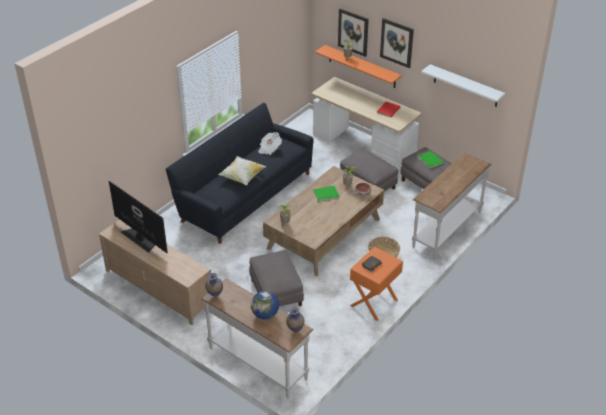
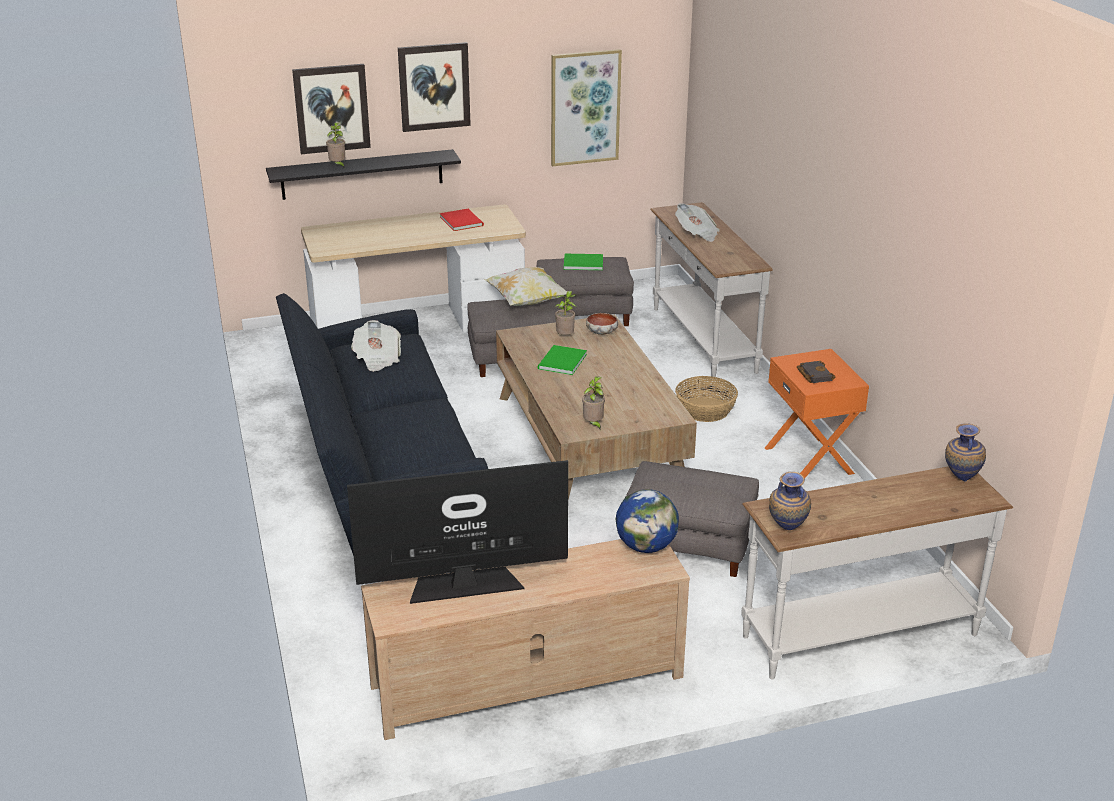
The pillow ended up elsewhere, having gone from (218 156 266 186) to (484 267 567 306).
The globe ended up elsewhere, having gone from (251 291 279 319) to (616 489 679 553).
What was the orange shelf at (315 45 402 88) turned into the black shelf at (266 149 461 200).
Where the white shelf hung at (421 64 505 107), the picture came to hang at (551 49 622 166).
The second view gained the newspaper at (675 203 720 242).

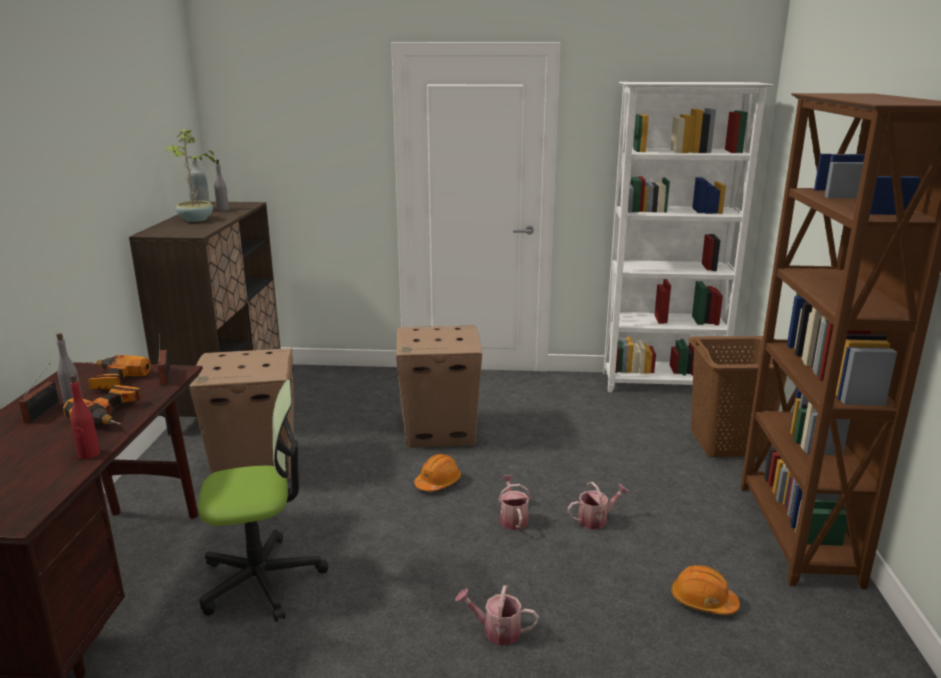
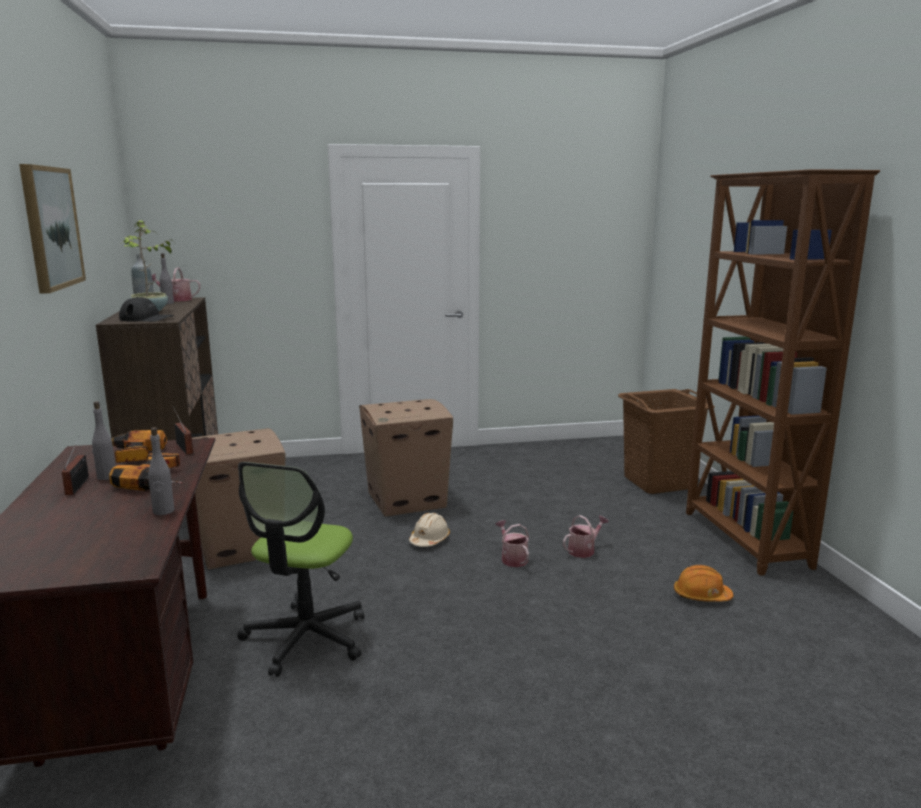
What was the red bottle at (70 374 100 459) turned into the grey bottle at (148 427 174 515).
The office chair at (198 380 328 622) ended up facing another way, 135 degrees clockwise from before.
What was the orange hard hat at (414 454 461 491) turned into the beige hard hat at (409 513 450 547).
The watering can ended up elsewhere, having gone from (455 585 539 645) to (152 268 201 302).
The second view lost the white bookcase at (603 82 773 392).
The second view gained the picture at (19 164 86 294).
The second view gained the black cap at (119 297 174 322).

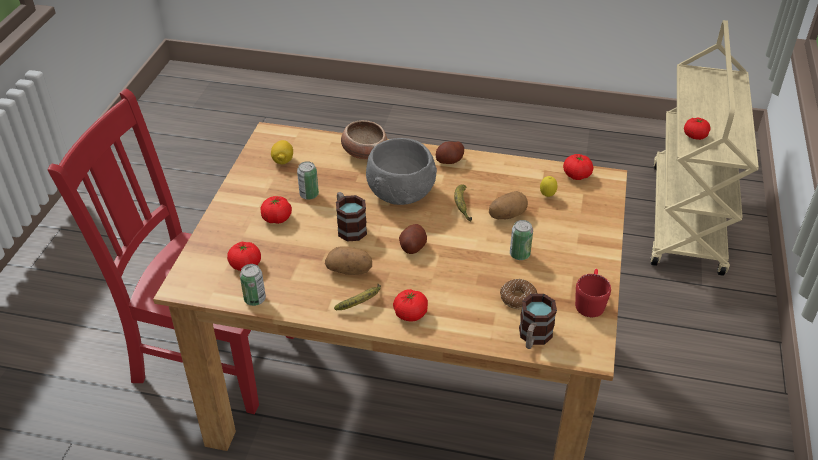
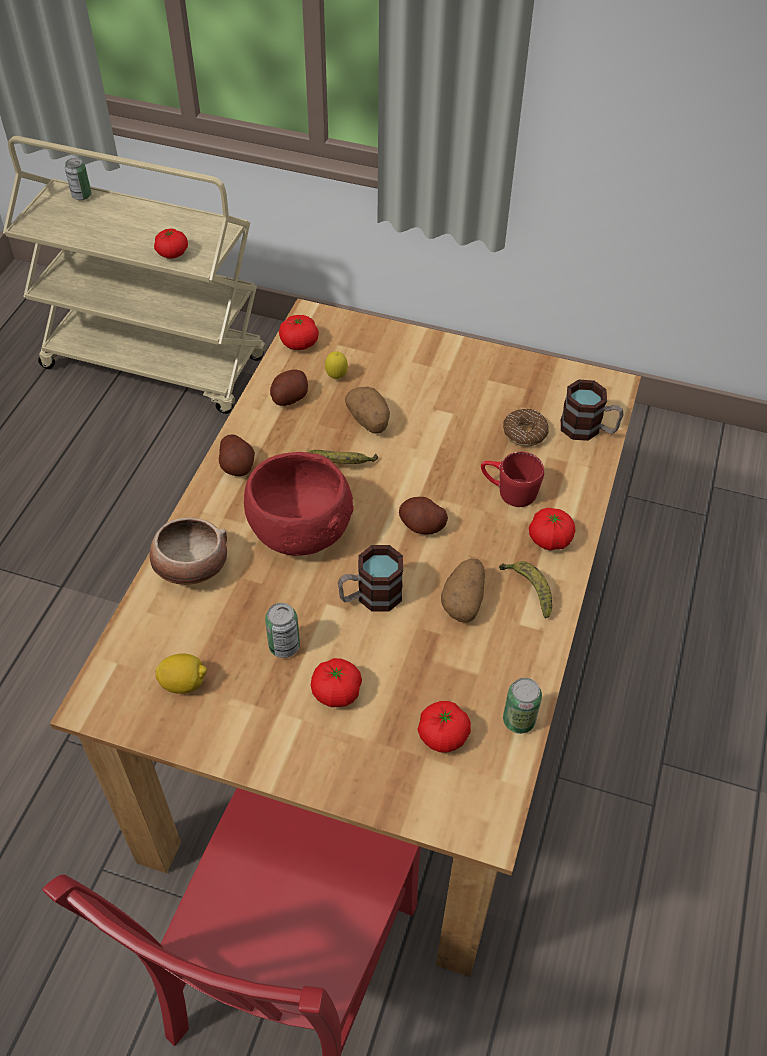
What was the grey bowl at (366 138 437 205) turned into the red bowl at (244 452 354 556).
The can ended up elsewhere, having gone from (510 220 533 260) to (65 158 92 200).
The red mug ended up elsewhere, having gone from (575 269 611 317) to (481 452 544 507).
The second view gained the potato at (270 369 308 406).

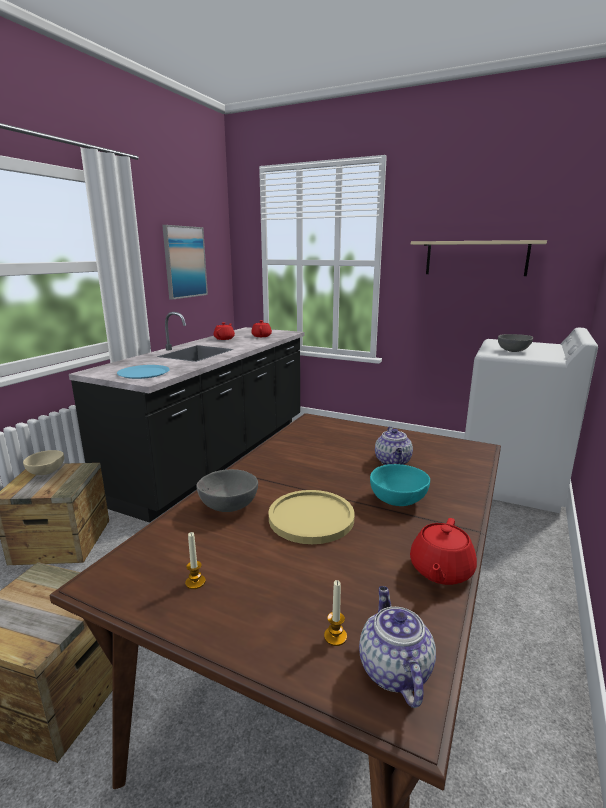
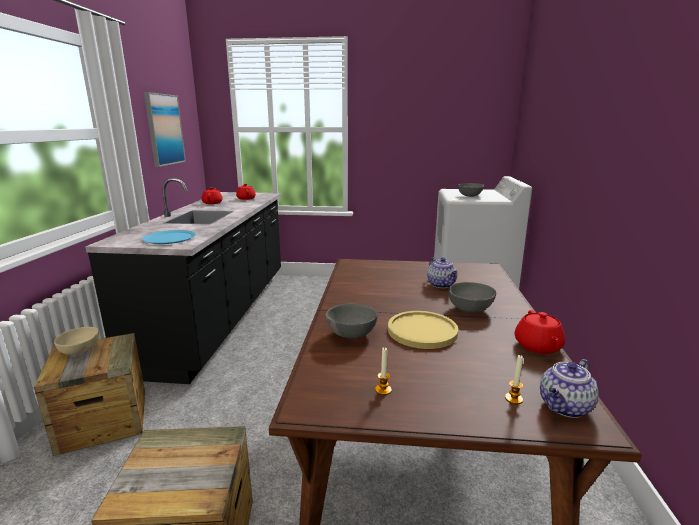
The teapot at (359 586 436 708) ended up facing another way, 105 degrees counterclockwise from before.
What was the turquoise bowl at (370 464 430 506) turned into the grey bowl at (448 282 496 312).
The second view lost the beige shelf at (411 240 547 276).

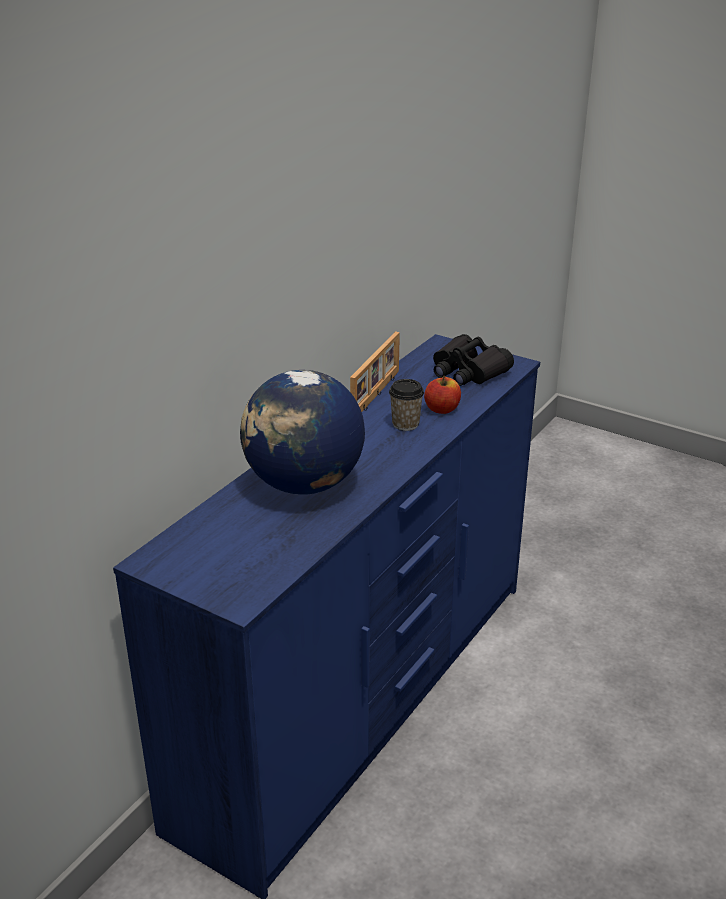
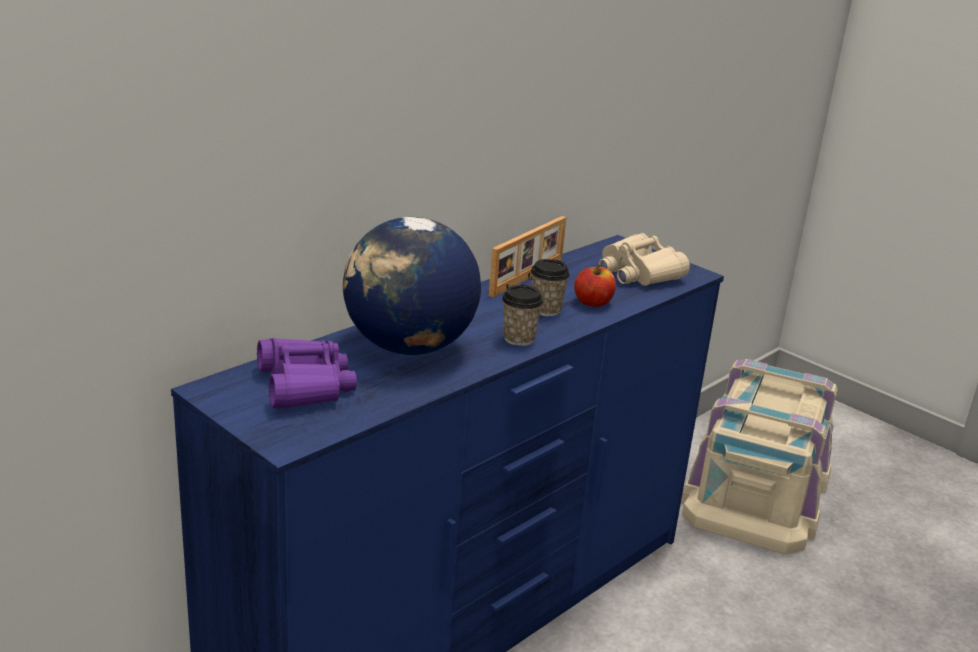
What was the black binoculars at (433 334 514 386) turned into the beige binoculars at (599 233 690 286).
The second view gained the purple binoculars at (257 338 357 409).
The second view gained the cup at (502 285 543 346).
The second view gained the beige storage box at (681 359 837 554).

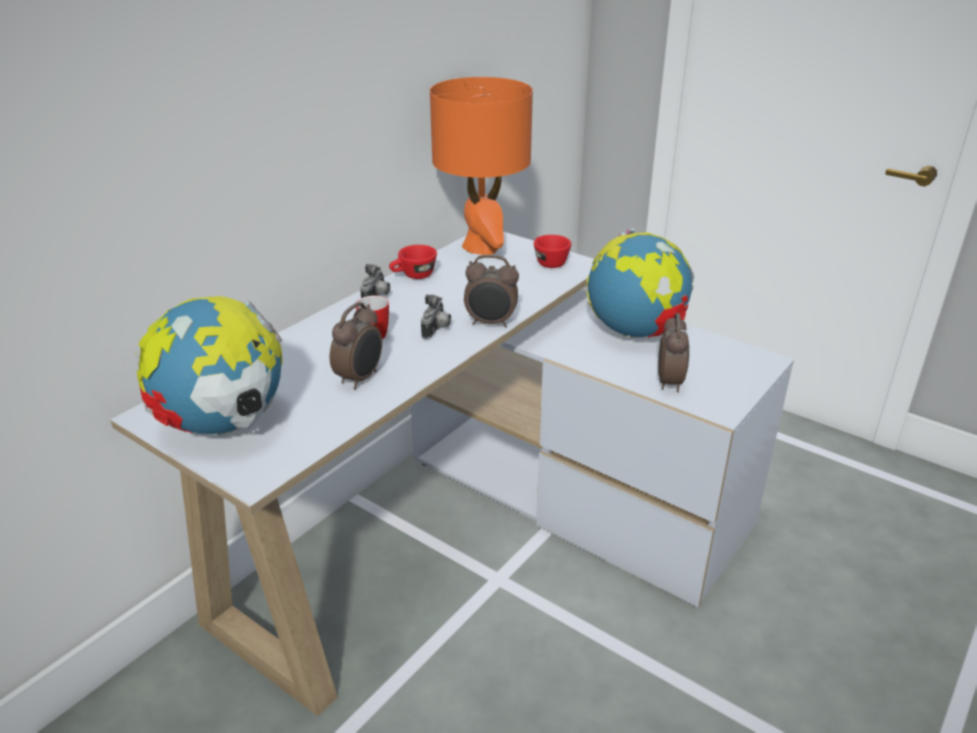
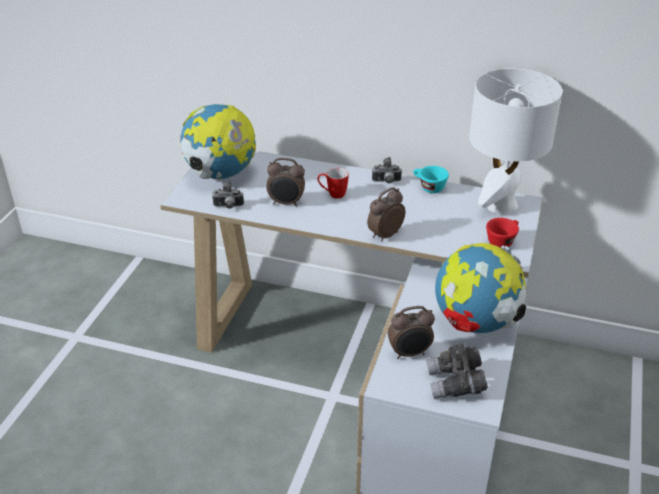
What was the red cup at (389 245 437 279) turned into the turquoise cup at (413 166 449 193).
The photo camera ended up elsewhere, having gone from (421 294 451 339) to (212 181 244 209).
What was the orange table lamp at (430 77 533 255) turned into the white table lamp at (469 68 562 213).
The alarm clock at (464 255 519 327) ended up facing another way, 60 degrees clockwise from before.
The second view gained the grey binoculars at (426 344 488 399).

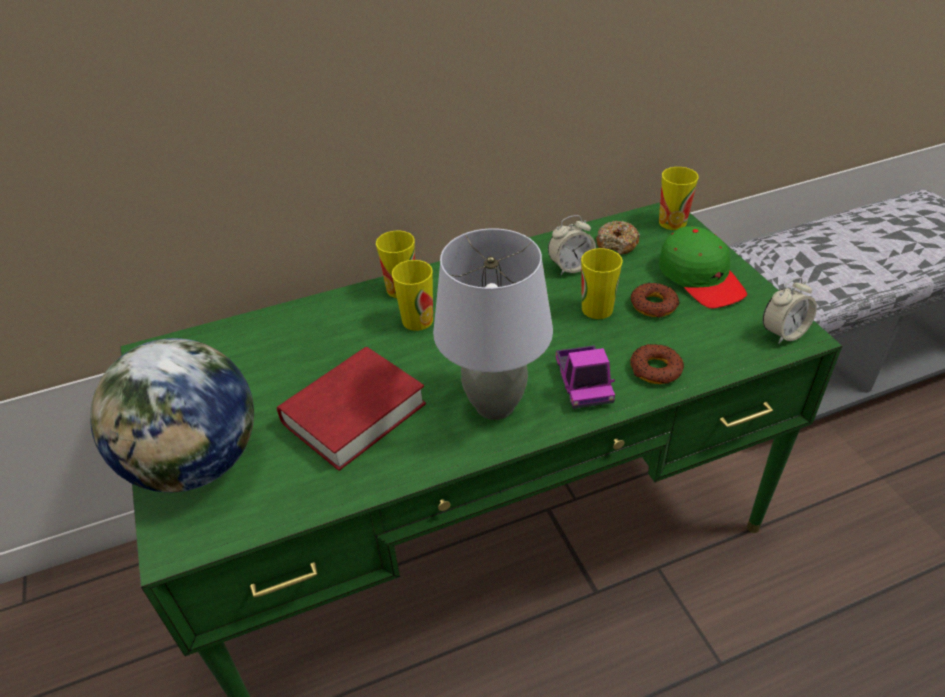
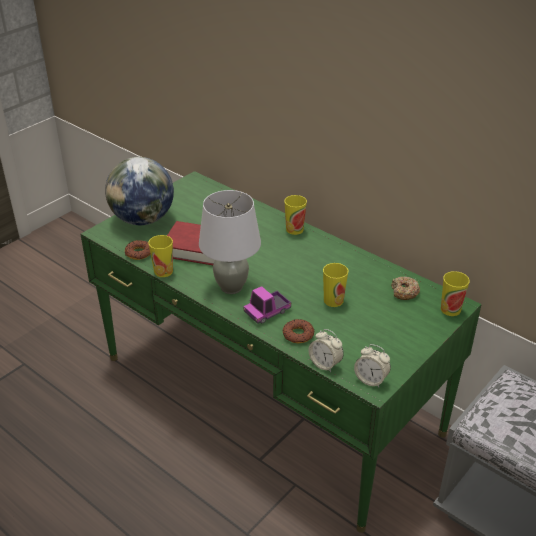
The cup ended up elsewhere, having gone from (392 260 433 331) to (148 235 173 277).
The alarm clock ended up elsewhere, having gone from (548 215 596 275) to (308 329 344 372).
The donut ended up elsewhere, having gone from (631 283 679 318) to (125 240 151 260).
The second view lost the green cap at (659 226 747 308).

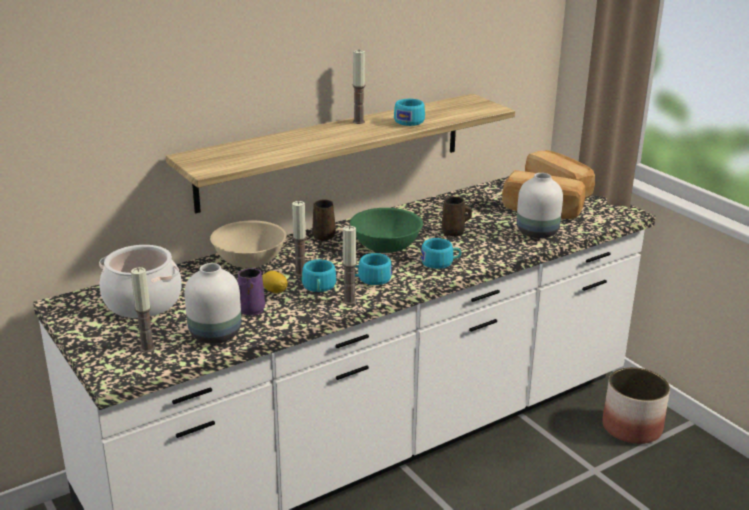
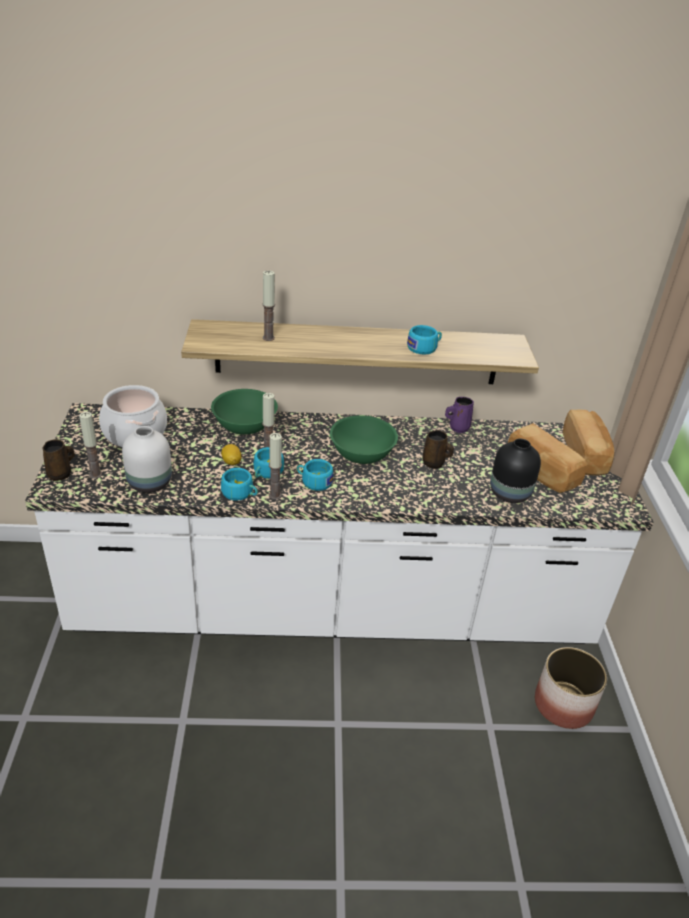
What was the beige bowl at (210 221 286 268) turned into the green bowl at (211 389 278 435).
The purple mug ended up elsewhere, having gone from (237 268 265 316) to (445 397 474 433).
The brown mug ended up elsewhere, having gone from (312 199 336 241) to (42 439 75 481).
The candle ended up elsewhere, having gone from (352 50 365 124) to (262 270 275 341).
The turquoise cup ended up elsewhere, having gone from (421 238 462 269) to (221 468 258 501).
What was the white vase at (517 173 563 238) turned into the black vase at (490 439 541 503).

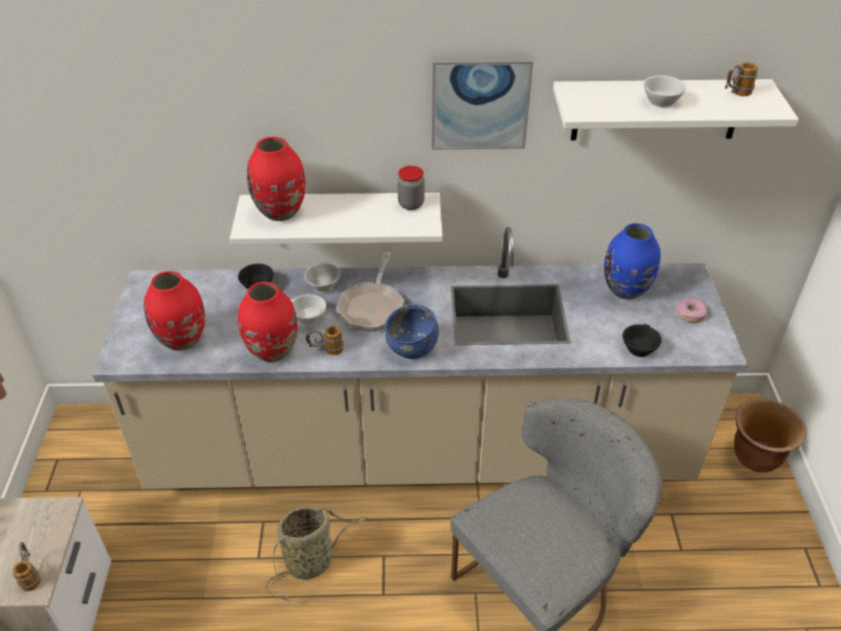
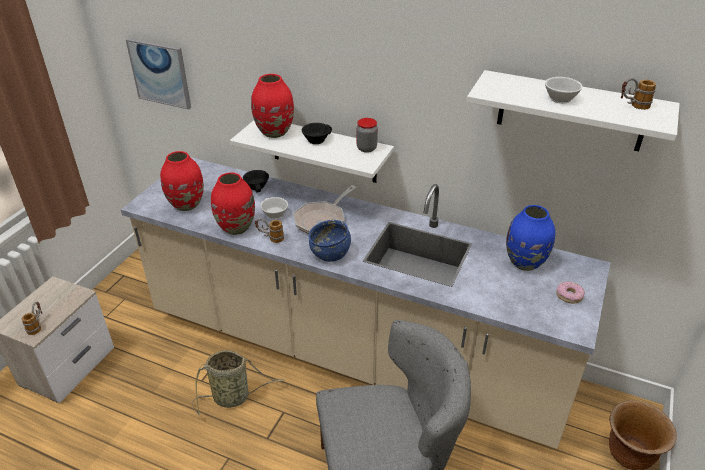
The second view lost the white cup at (305 262 340 293).
The picture ended up elsewhere, having gone from (432 59 533 149) to (126 38 191 109).
The black cup ended up elsewhere, having gone from (623 324 662 357) to (302 123 332 144).

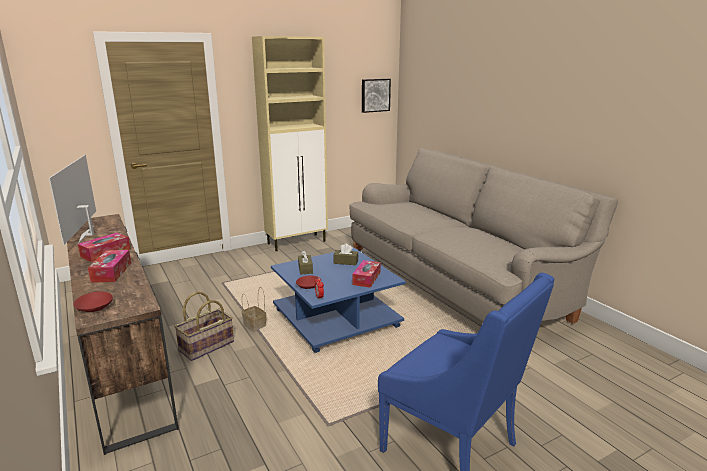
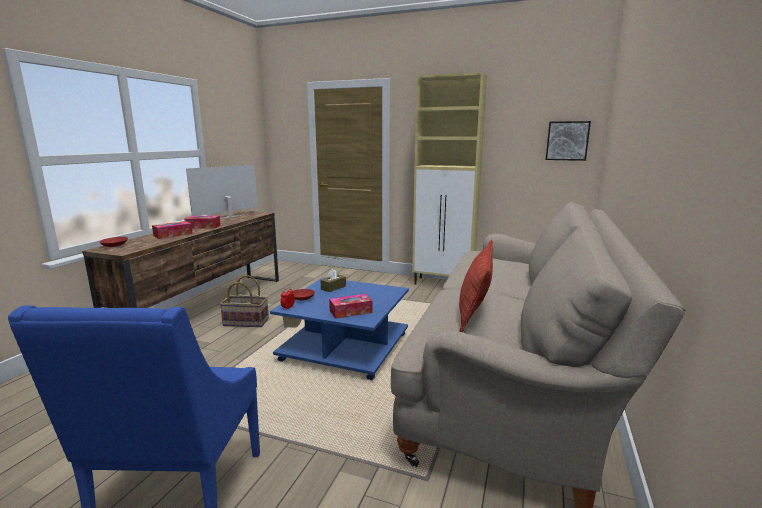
The second view lost the brown tissue box at (333 244 358 265).
The second view gained the pillow at (459 240 493 332).

